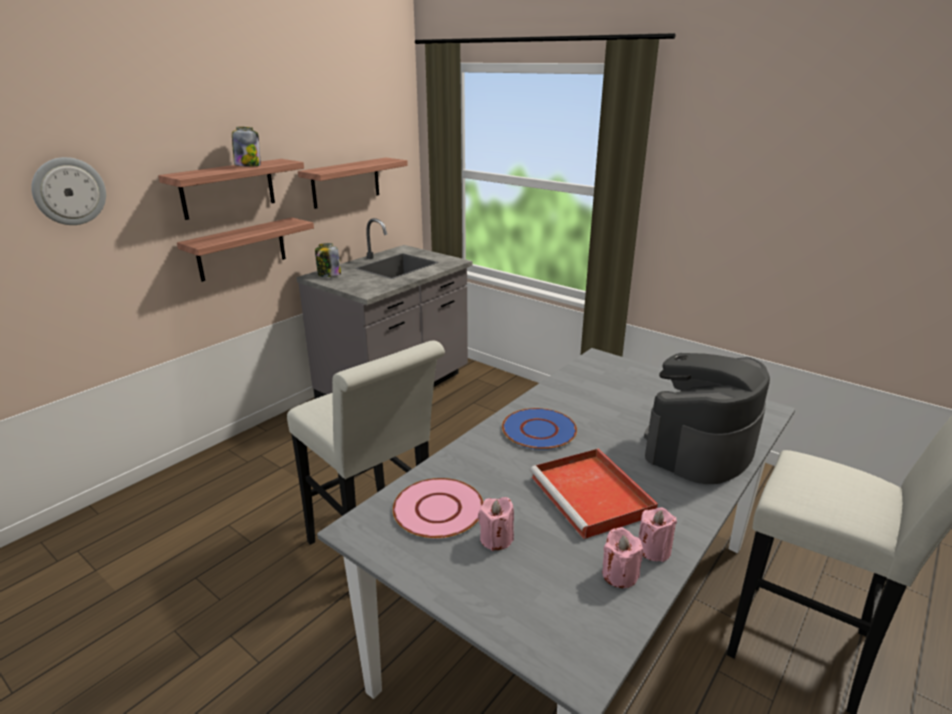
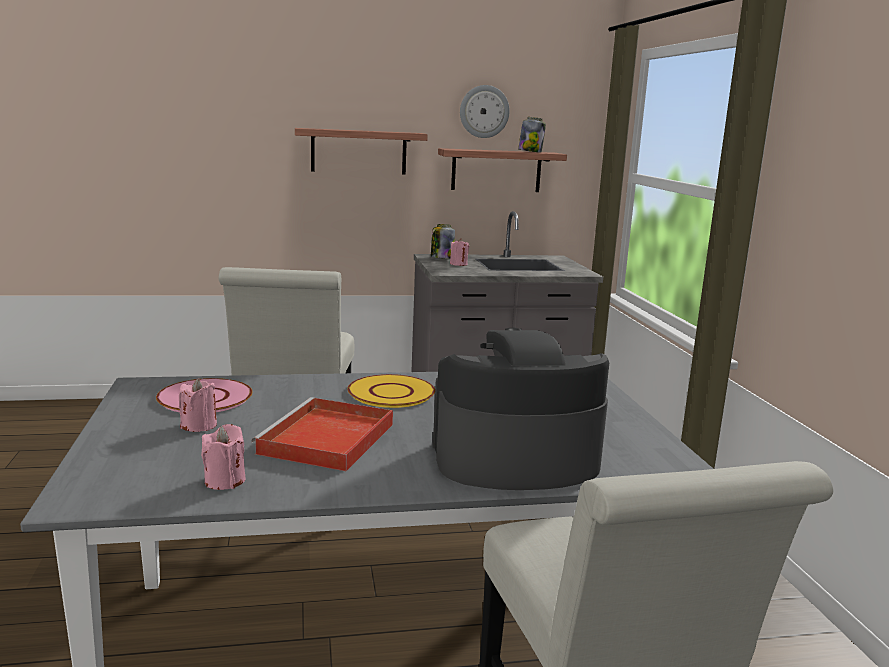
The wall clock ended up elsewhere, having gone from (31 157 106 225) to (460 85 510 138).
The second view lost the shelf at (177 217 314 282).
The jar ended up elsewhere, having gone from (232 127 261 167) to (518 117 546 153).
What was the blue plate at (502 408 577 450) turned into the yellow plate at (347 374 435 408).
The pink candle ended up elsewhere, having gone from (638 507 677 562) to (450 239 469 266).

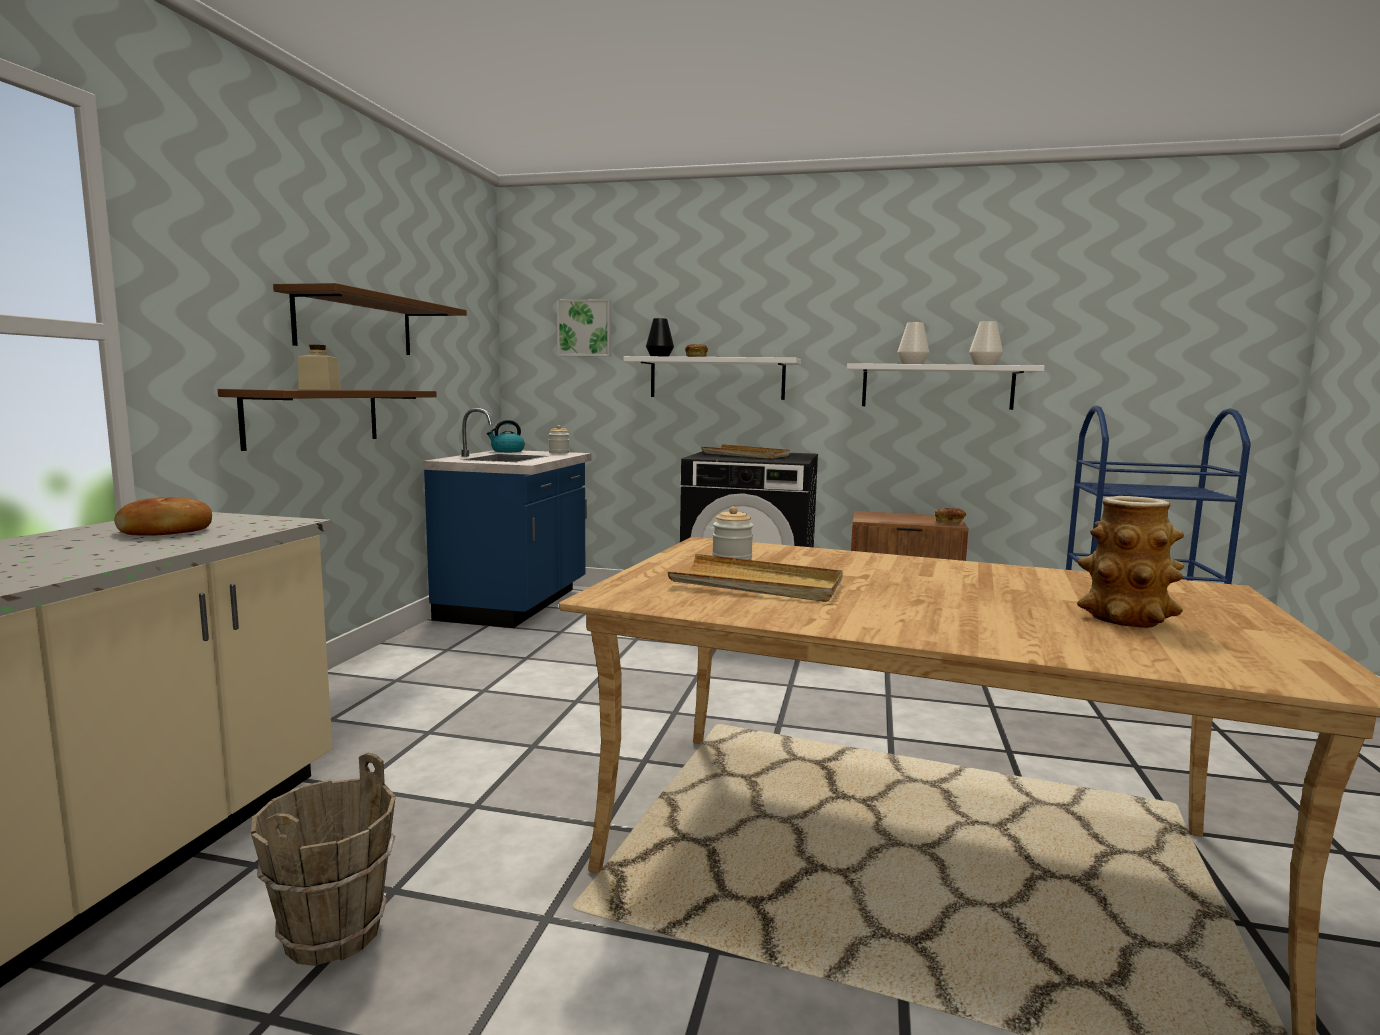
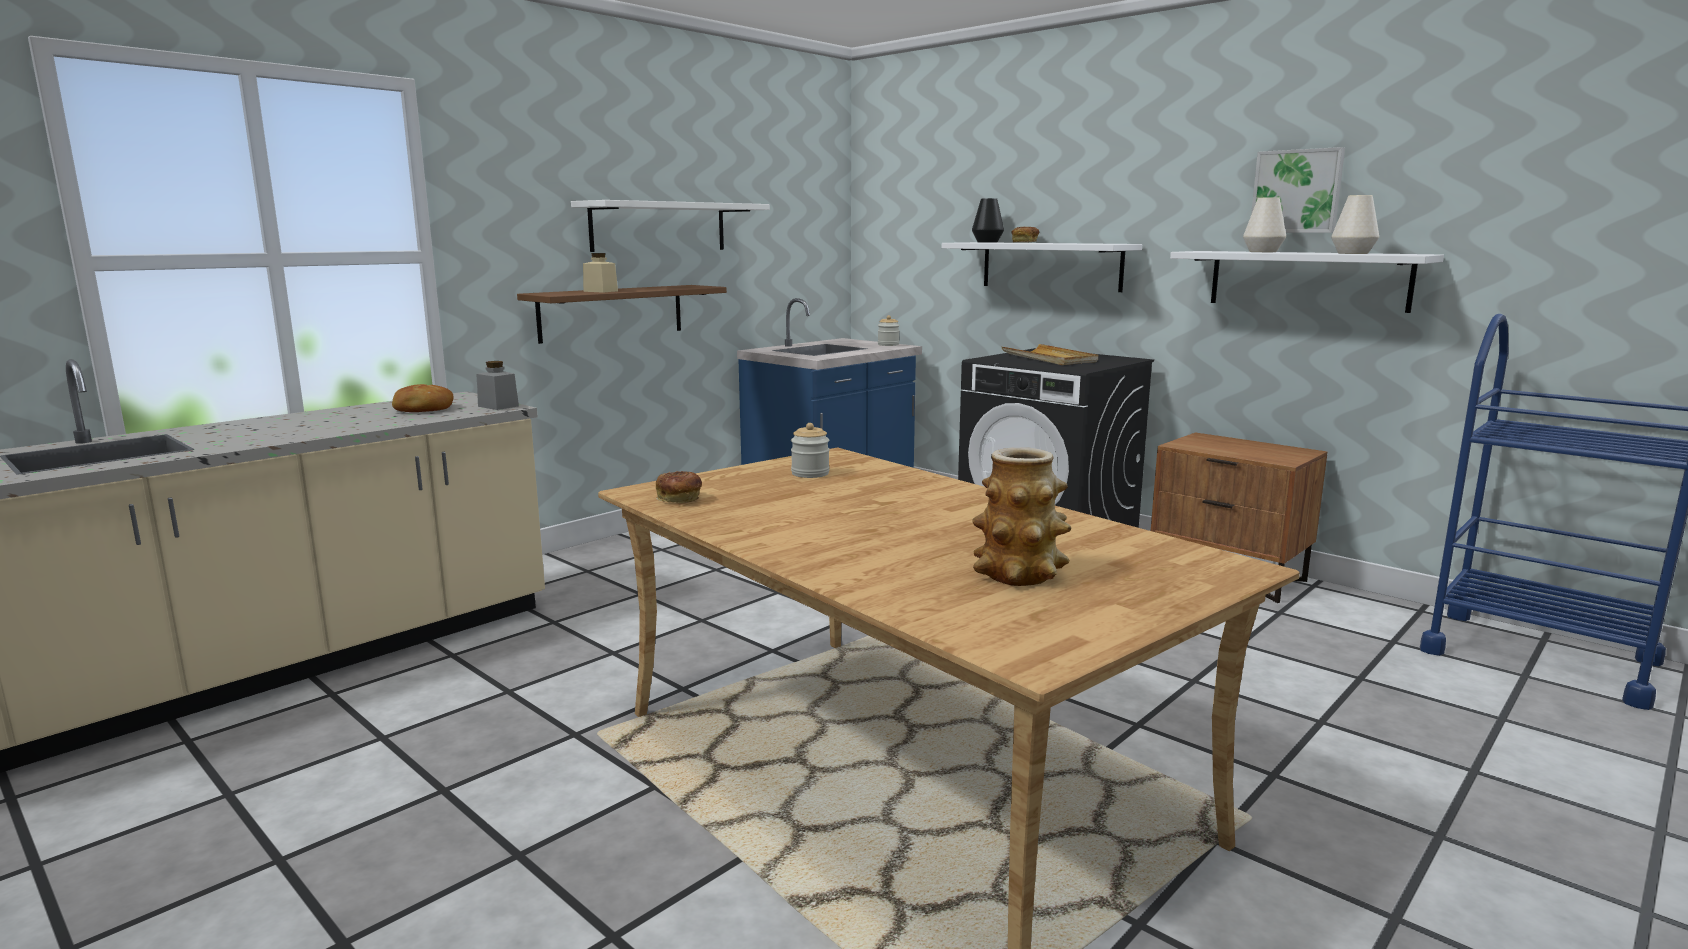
The second view lost the brown bucket at (251 753 396 966).
What was the brown shelf at (273 283 467 355) turned into the white shelf at (571 200 770 252).
The second view lost the kettle at (487 420 525 452).
The picture ended up elsewhere, having gone from (557 299 611 357) to (1251 147 1345 233).
The second view lost the beige tray at (668 554 843 602).
The bread ended up elsewhere, having gone from (935 508 966 524) to (656 471 702 503).
The second view gained the grey jar at (477 361 519 410).

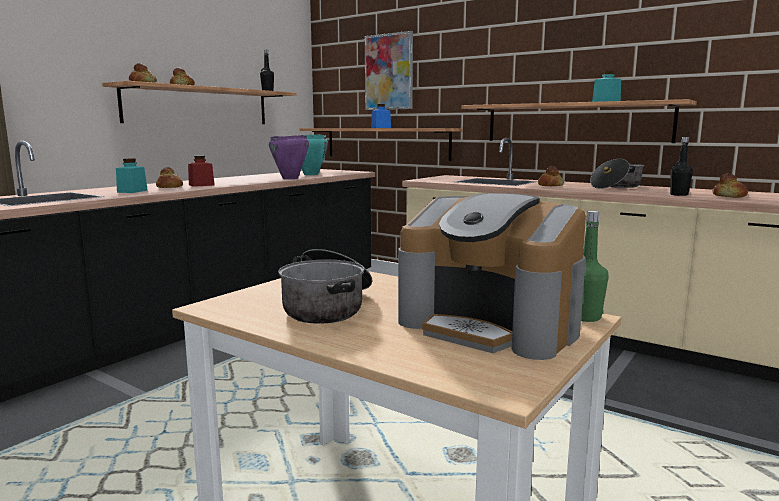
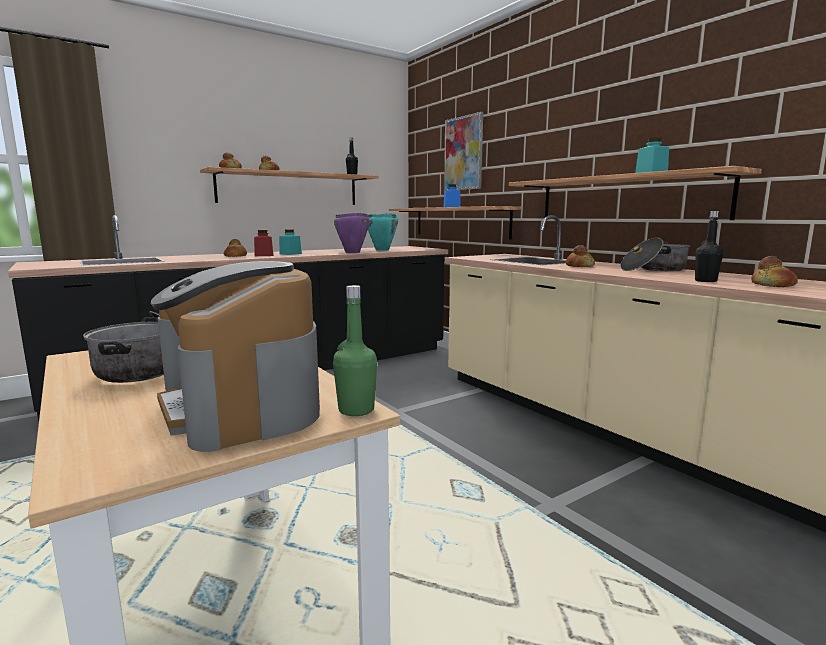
The turquoise jar ended up elsewhere, having gone from (116 159 148 193) to (279 229 302 255).

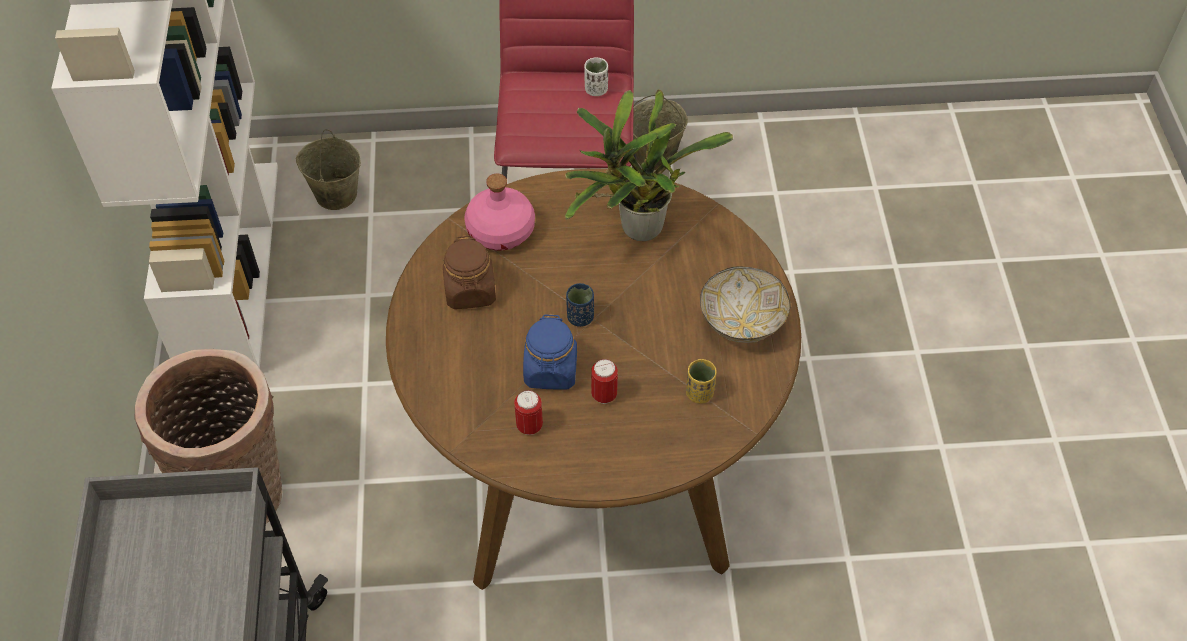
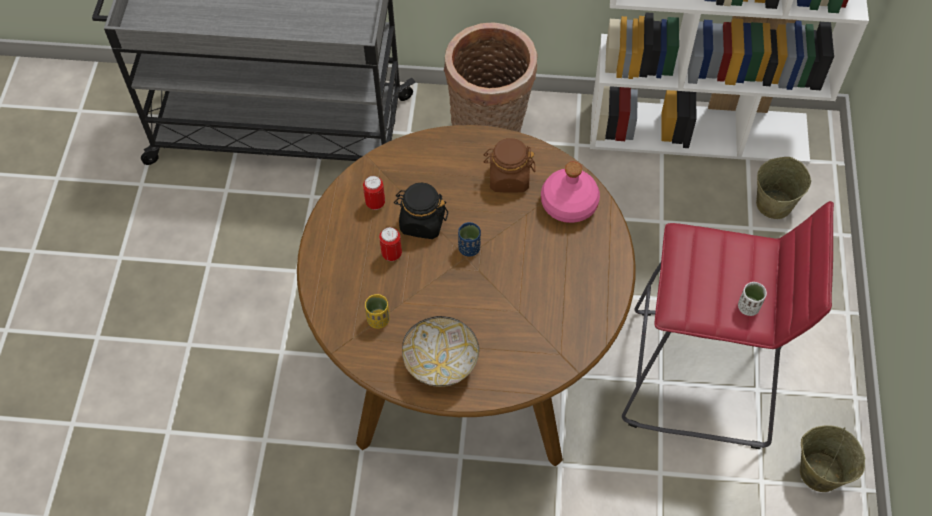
What was the blue jar at (523 314 577 389) turned into the black jar at (394 183 448 239).
The second view lost the potted plant at (565 89 733 241).

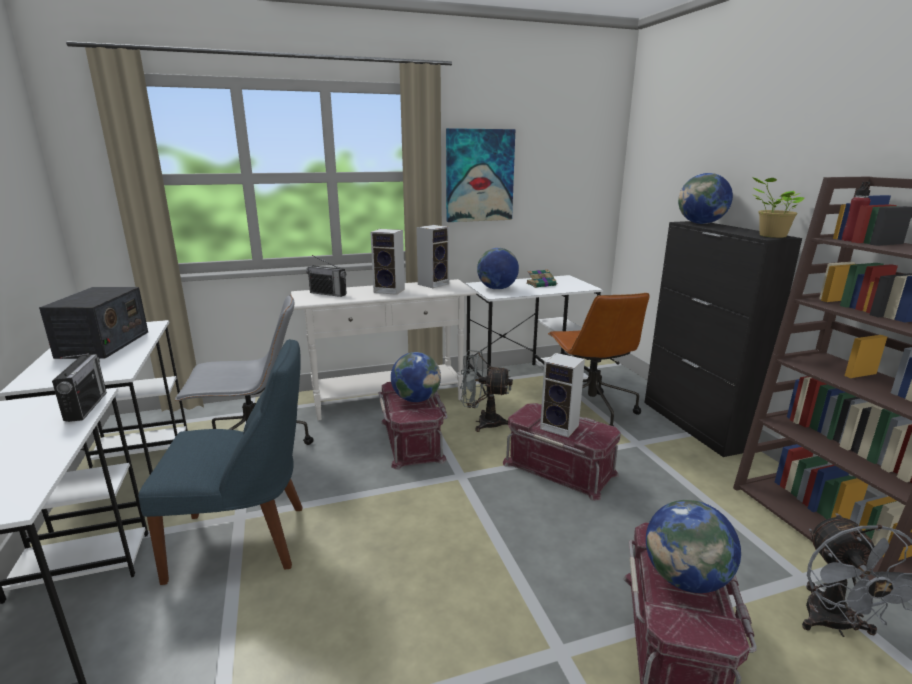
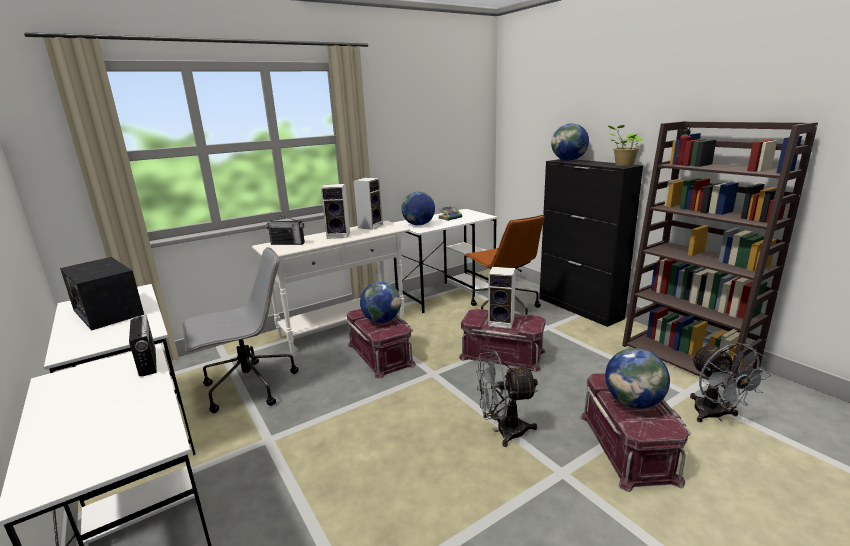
The radio at (39 287 148 359) ended up facing another way, 150 degrees clockwise from before.
The second view lost the blue chair at (138 339 303 585).
The second view lost the picture at (446 128 516 222).
The grey fan ended up elsewhere, having gone from (460 350 513 432) to (476 351 538 447).

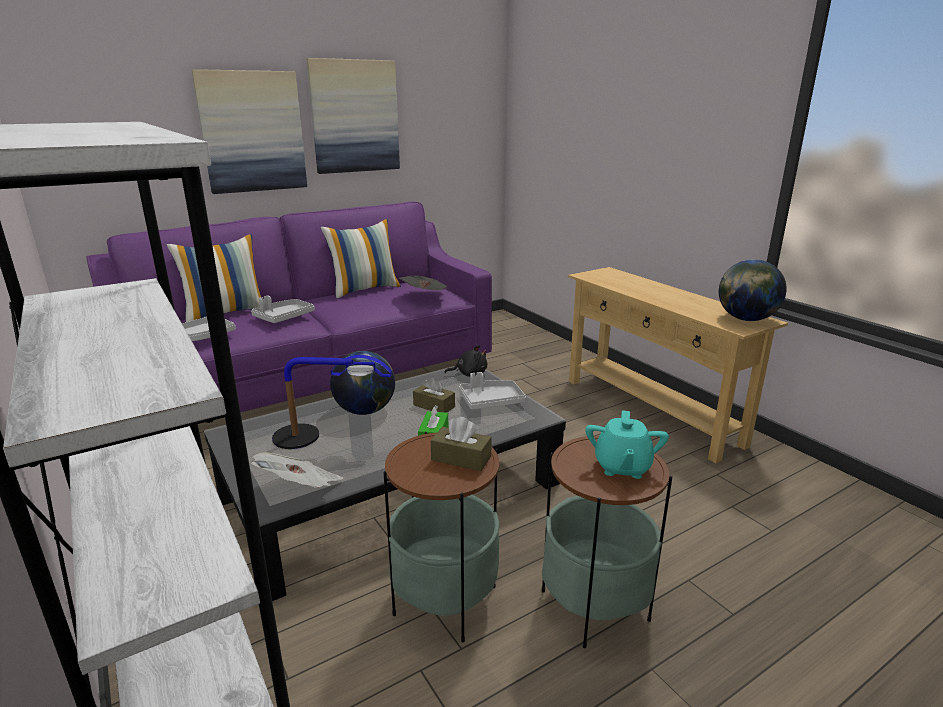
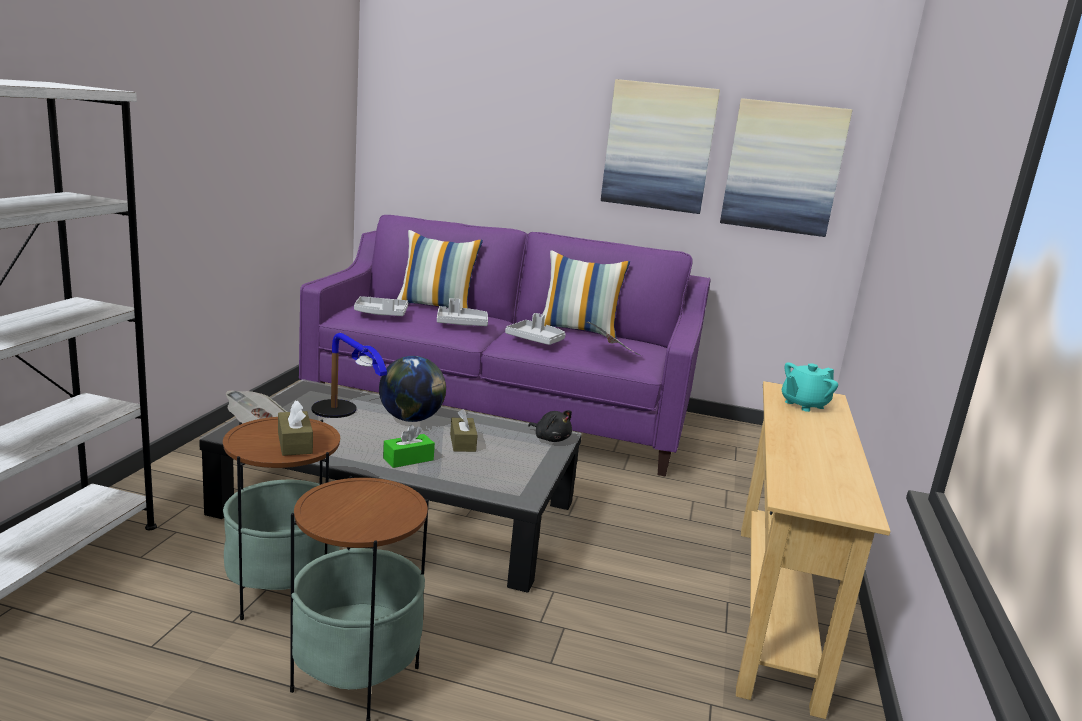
The picture ended up elsewhere, having gone from (192 69 307 194) to (720 98 852 237).
The grey tray ended up elsewhere, having gone from (459 372 526 410) to (505 313 566 345).
The turquoise teapot ended up elsewhere, having gone from (585 410 669 479) to (782 362 838 412).
The second view lost the globe at (719 259 787 321).

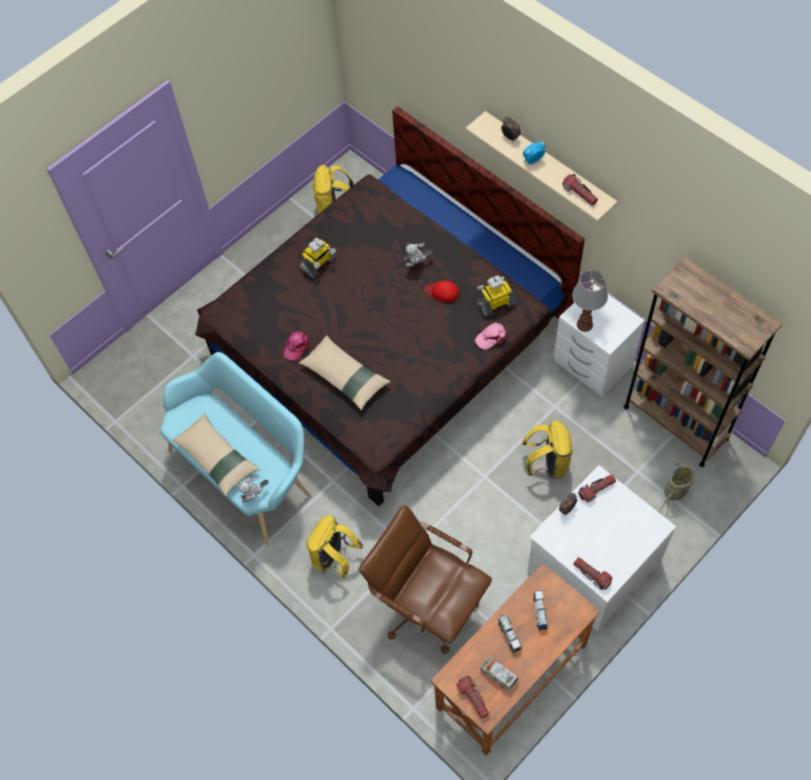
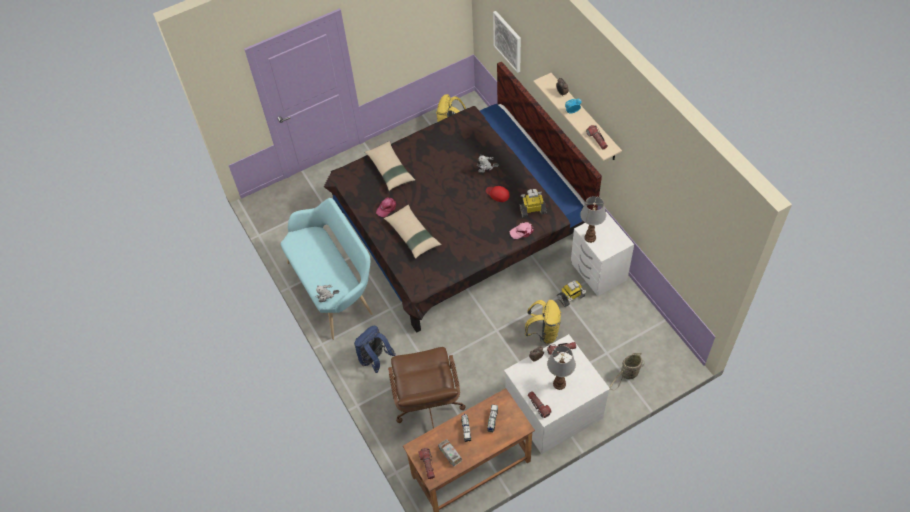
The beige pillow ended up elsewhere, having gone from (172 413 260 496) to (365 141 415 191).
The toy robot ended up elsewhere, having gone from (299 238 336 278) to (557 280 586 307).
What was the yellow backpack at (306 515 364 579) turned into the blue backpack at (354 325 396 373).
The brown office chair at (359 505 492 654) ended up facing another way, 150 degrees counterclockwise from before.
The second view lost the brown bookcase at (624 257 782 467).
The second view gained the picture at (493 11 521 73).
The second view gained the table lamp at (547 346 576 390).

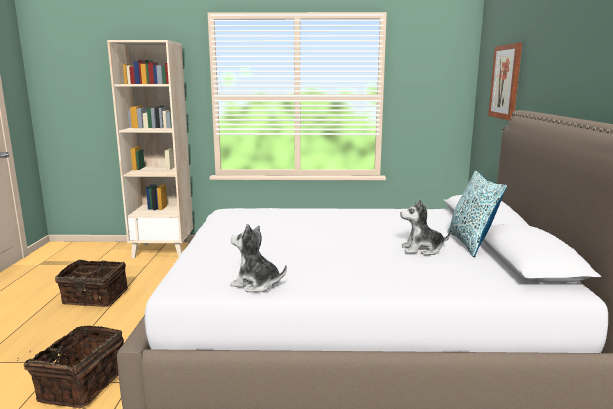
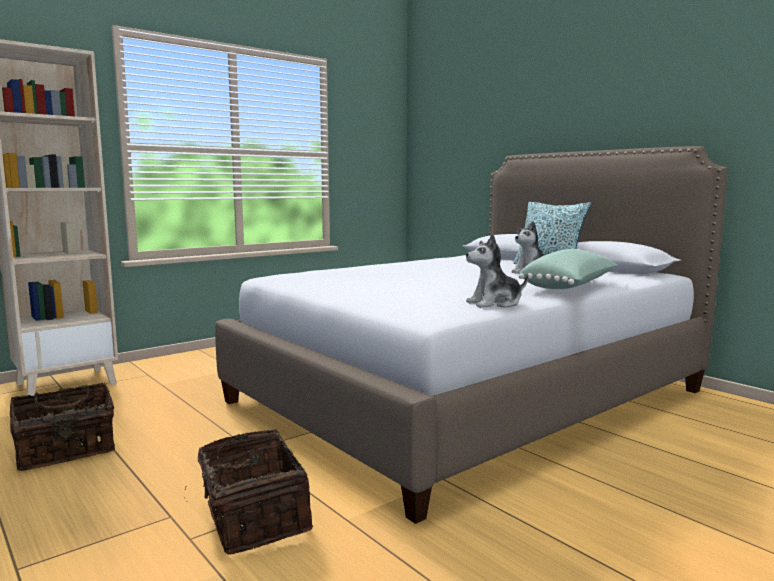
The second view lost the picture at (488 43 522 121).
The second view gained the green pillow at (519 249 618 289).

